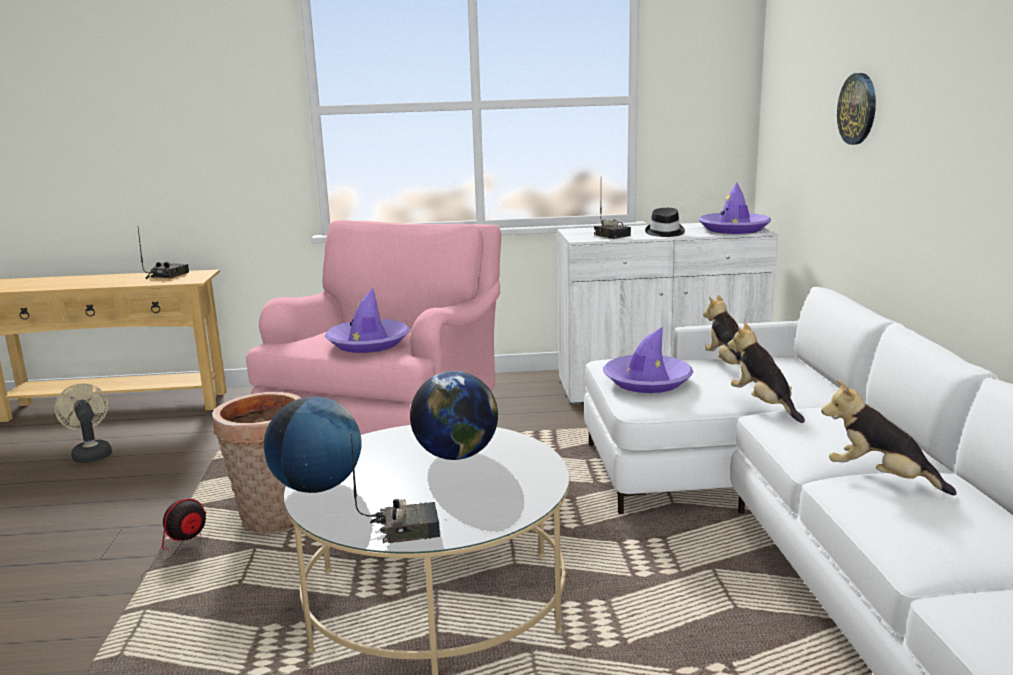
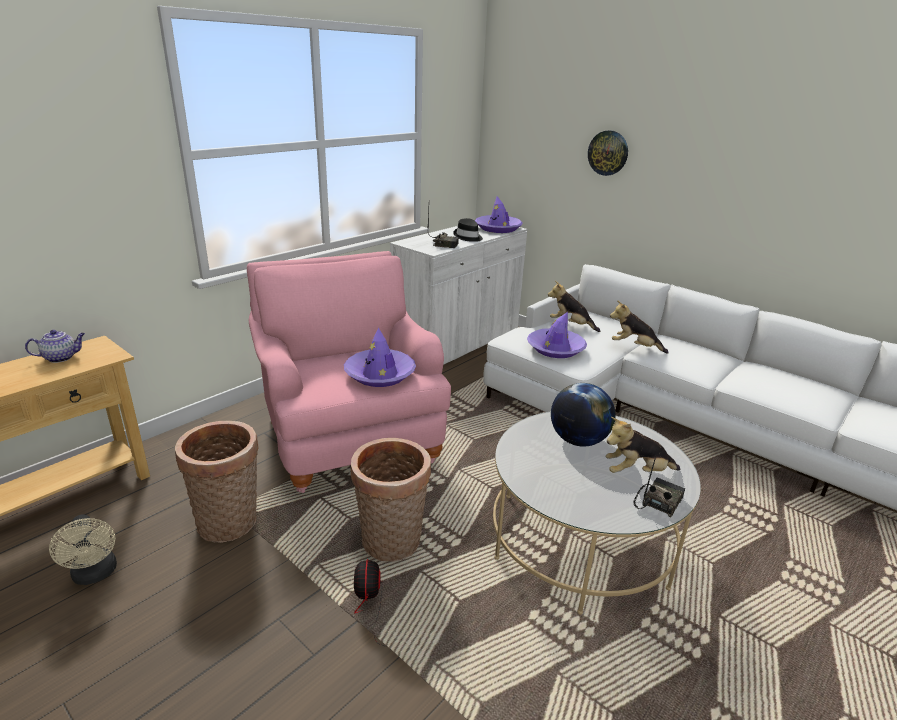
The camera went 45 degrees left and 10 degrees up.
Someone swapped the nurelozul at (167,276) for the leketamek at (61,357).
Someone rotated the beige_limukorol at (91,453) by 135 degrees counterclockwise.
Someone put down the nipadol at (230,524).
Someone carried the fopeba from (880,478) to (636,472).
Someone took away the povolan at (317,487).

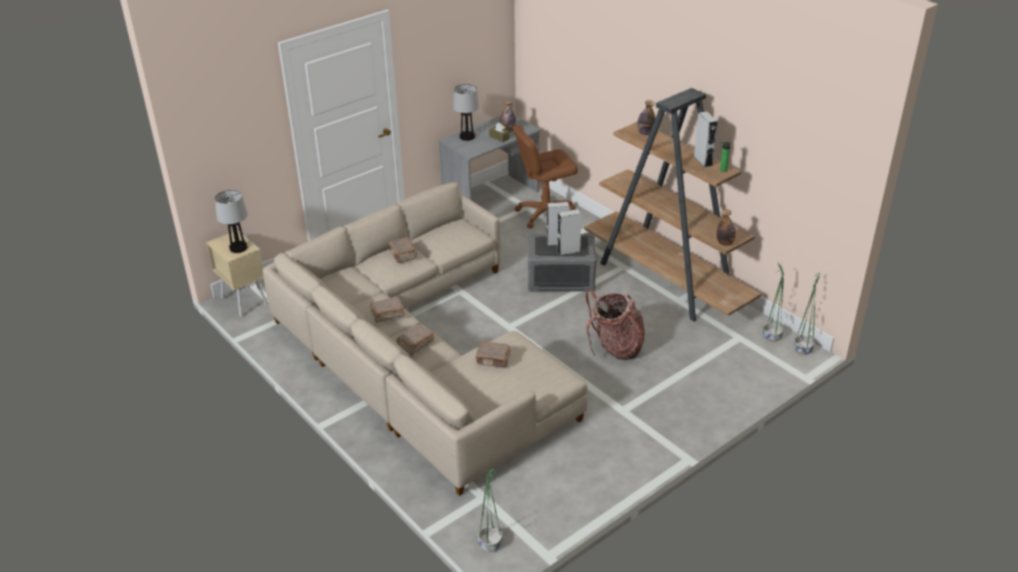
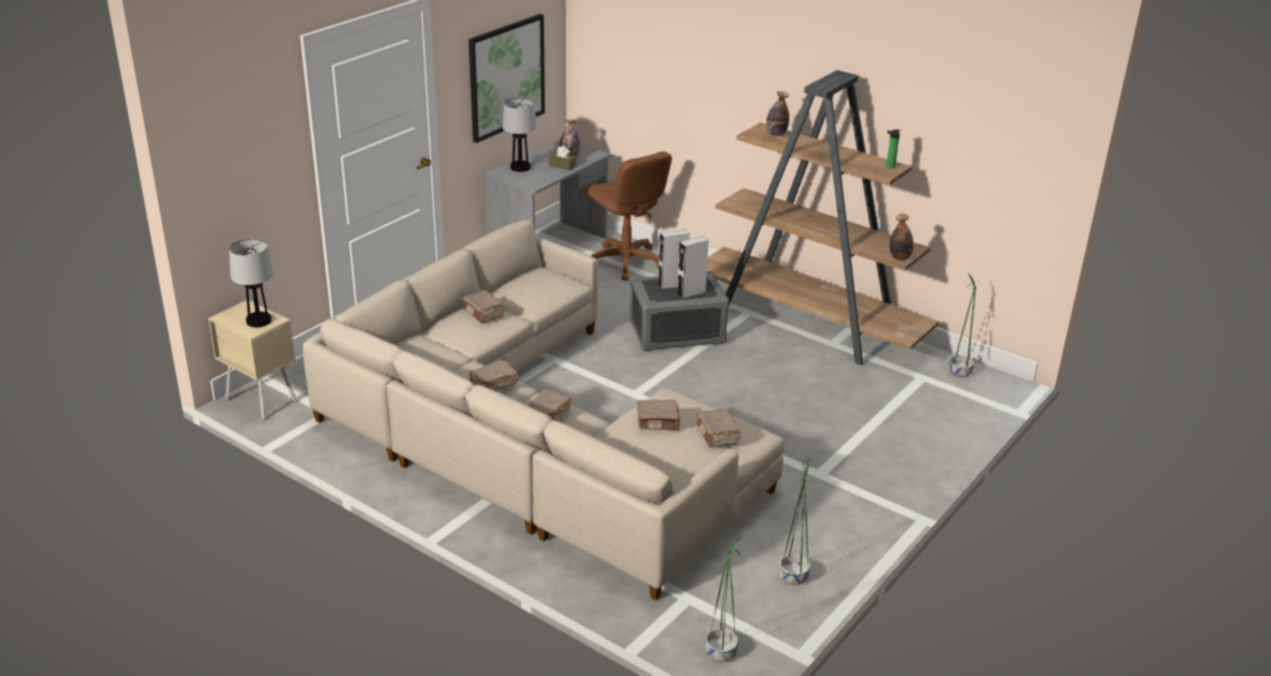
The camera went 15 degrees left and 5 degrees down.
Someone put up the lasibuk at (506,77).
Someone rotated the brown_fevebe at (545,214) by 90 degrees counterclockwise.
Someone put down the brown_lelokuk at (717,435).
Someone carried the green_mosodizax from (802,349) to (793,576).
Someone took away the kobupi at (615,347).
Someone took away the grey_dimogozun at (703,161).

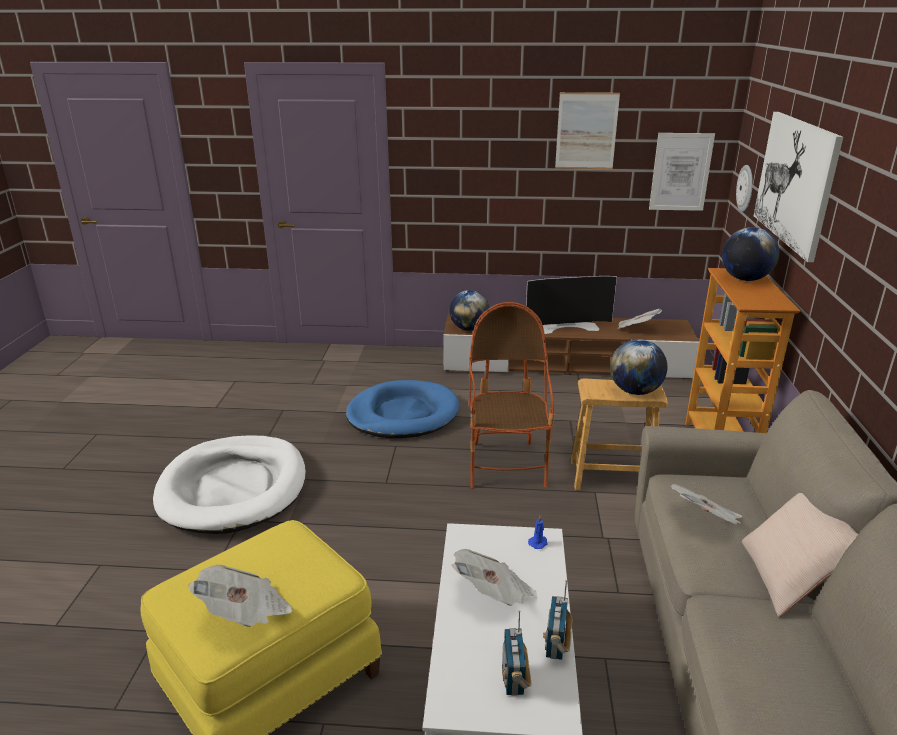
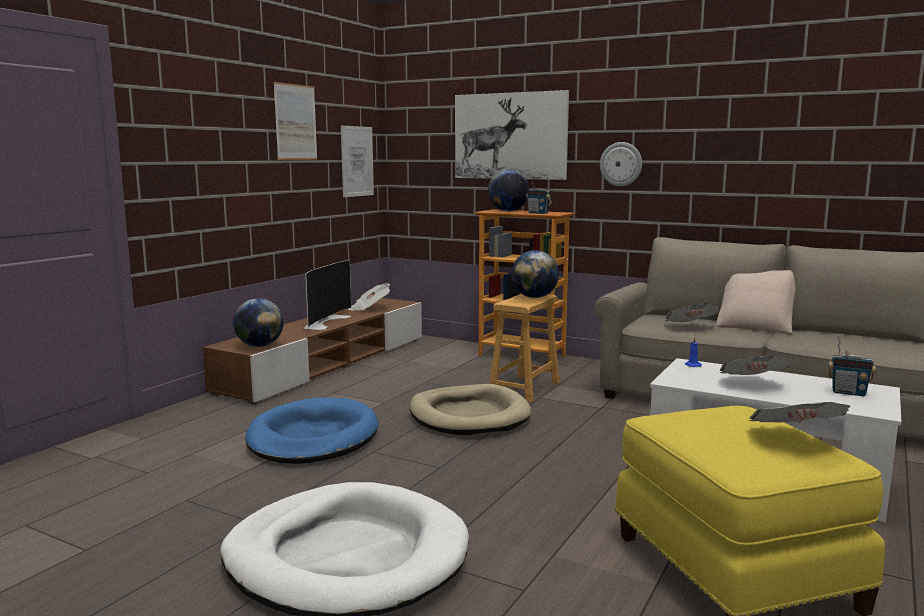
The camera went 65 degrees left and 15 degrees down.
Someone swapped the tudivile at (506,465) for the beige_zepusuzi at (469,415).
Someone carried the nurelozul from (556,645) to (538,213).
Someone carried the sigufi from (746,188) to (621,164).

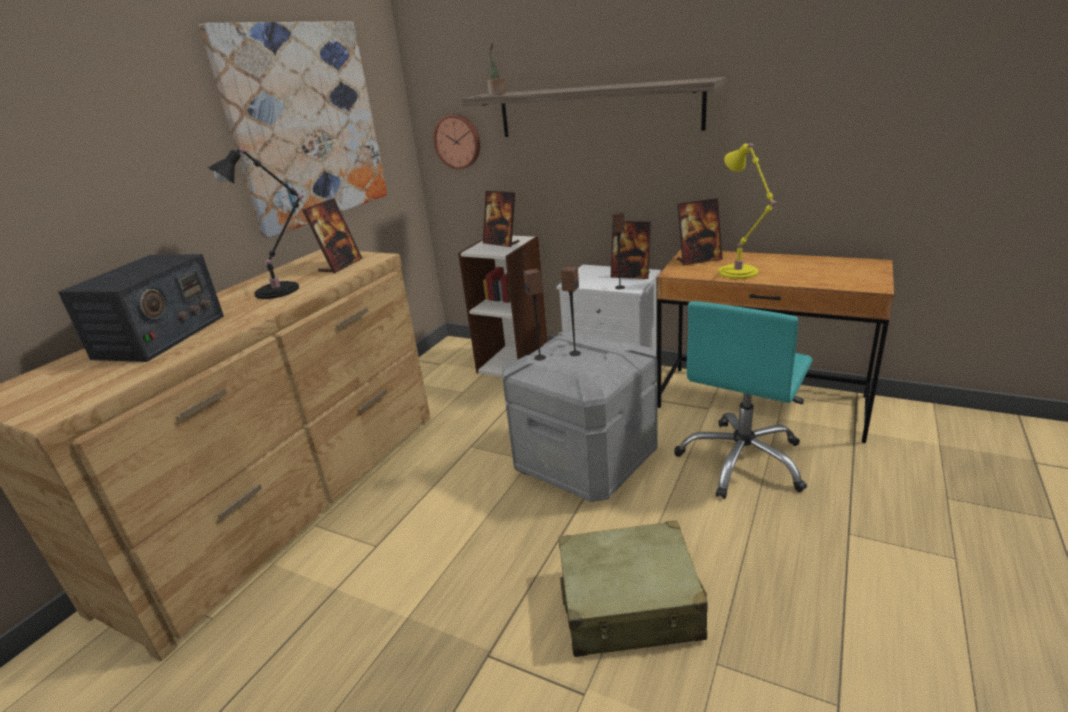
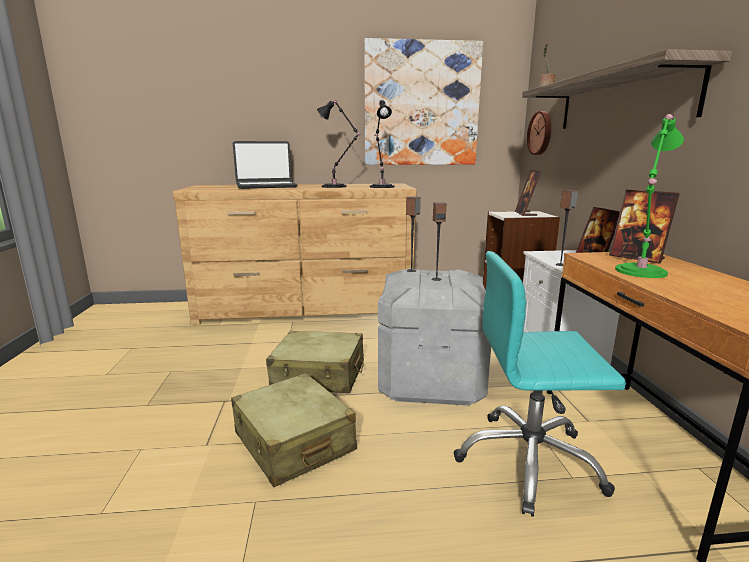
The camera went 55 degrees right and 10 degrees down.
Someone swapped the nurelozul at (160,337) for the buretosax at (266,186).
Someone put down the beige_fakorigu at (319,375).
Someone swapped the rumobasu at (340,265) for the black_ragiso at (381,186).
Someone repainted the yellow_ragiso at (740,273), which became the green_ragiso at (639,272).

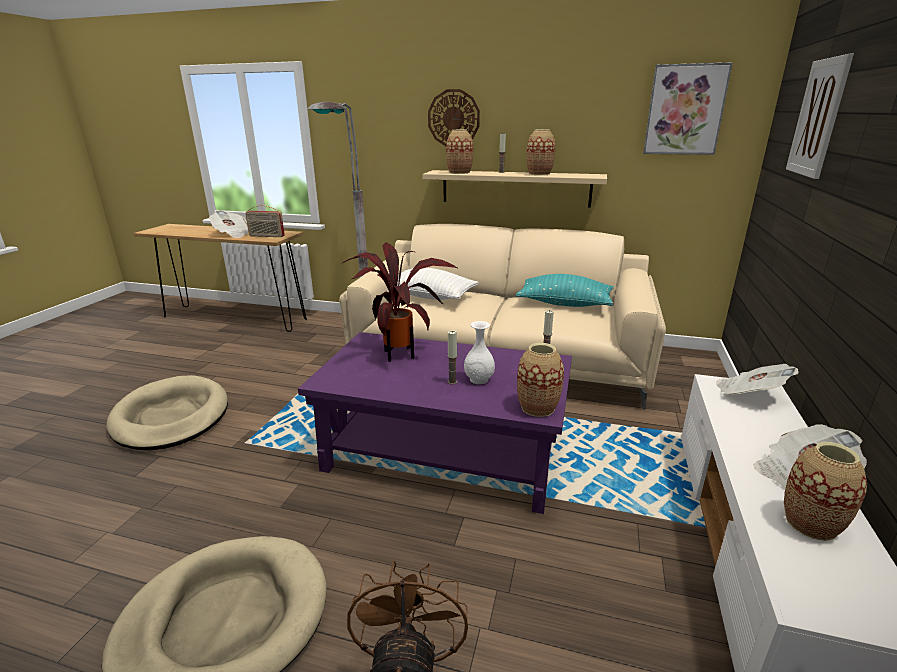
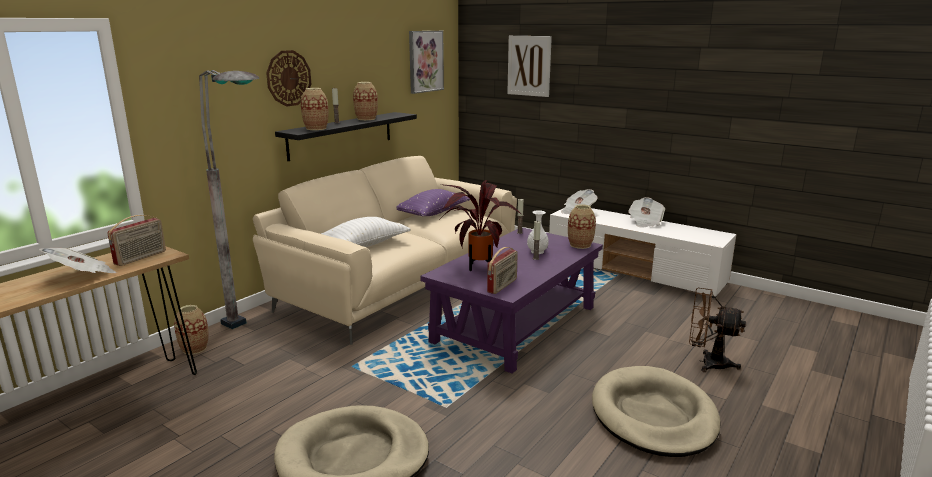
The camera went 70 degrees left and 5 degrees down.
Someone carried the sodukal from (810,523) to (194,348).
Someone repainted the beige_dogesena at (515,188), which became the black_dogesena at (341,135).
Someone repainted the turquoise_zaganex at (564,304), which became the purple_zaganex at (432,213).
Someone put down the nurelozul at (502,286).

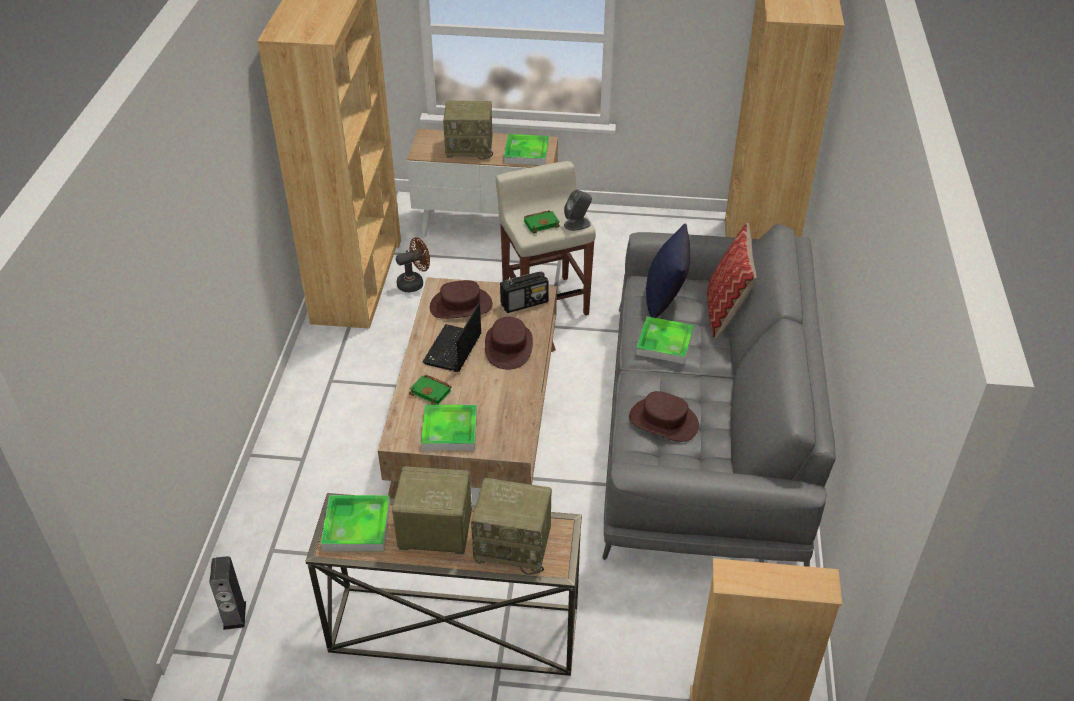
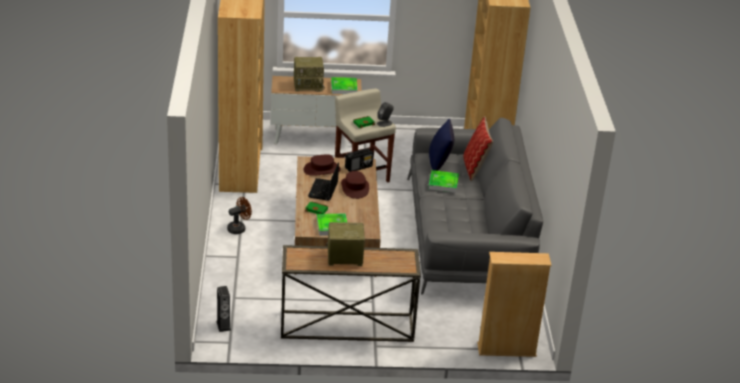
The camera went 10 degrees left and 10 degrees down.
Someone carried the brown_limukorol from (414,283) to (239,228).
Someone took away the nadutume at (356,526).
Someone took away the nurelozul at (514,545).
Someone took away the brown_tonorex at (663,421).

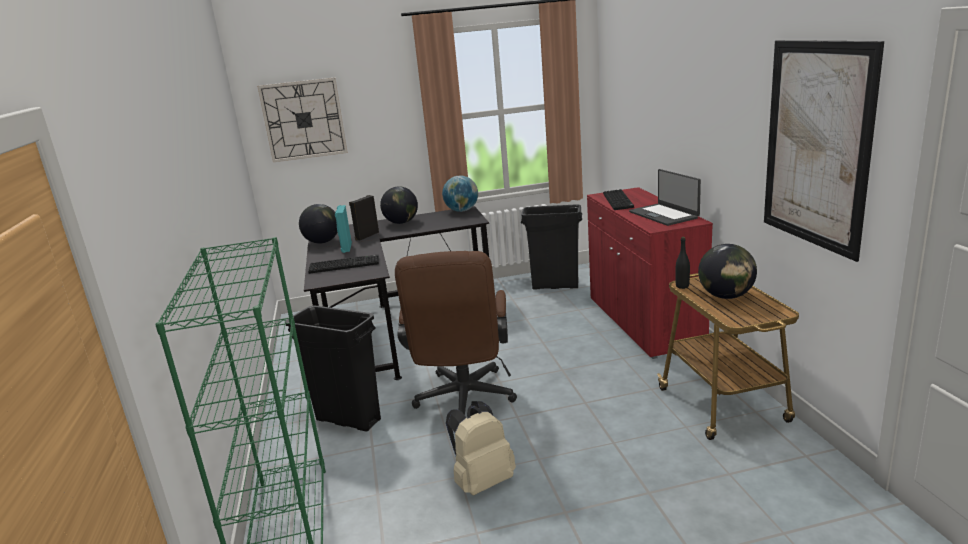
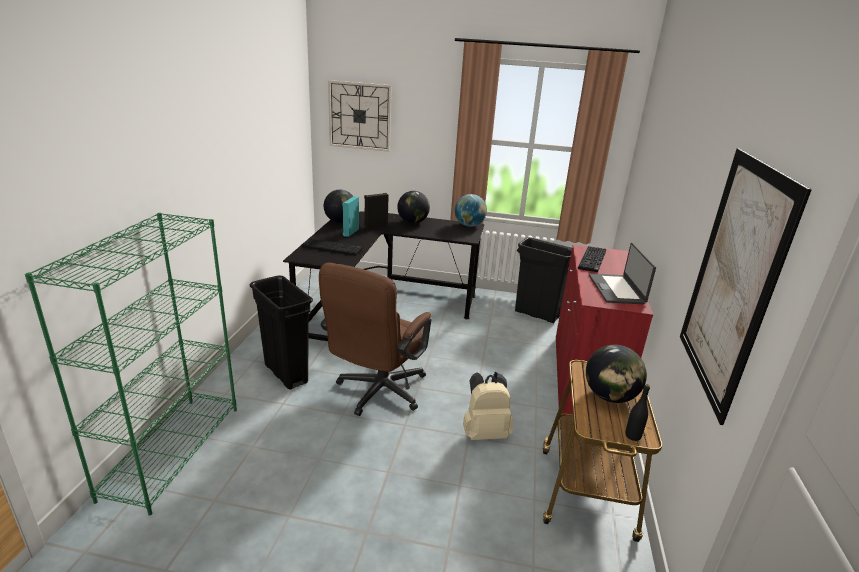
The camera went 20 degrees right and 5 degrees up.
Someone carried the beige_kobupi from (482,481) to (484,432).
Someone carried the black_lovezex from (682,286) to (633,436).

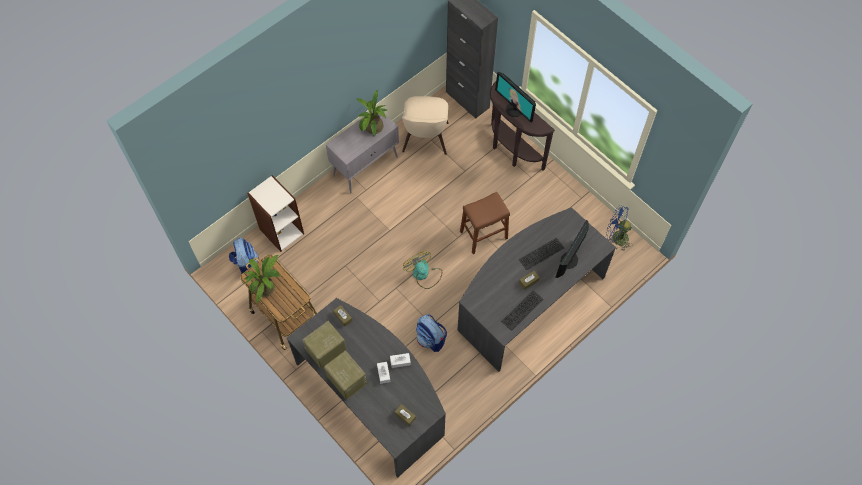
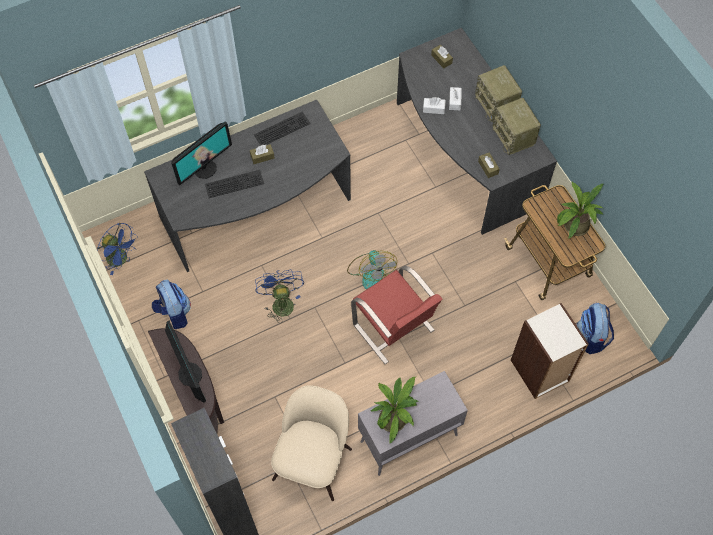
The camera went 165 degrees left and 0 degrees up.
Someone carried the kobupi from (431,339) to (174,313).
Someone swapped the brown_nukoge at (483,235) for the blue_limukorol at (281,302).
Someone put down the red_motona at (394,329).
Someone rotated the nurelozul at (325,351) by 90 degrees clockwise.

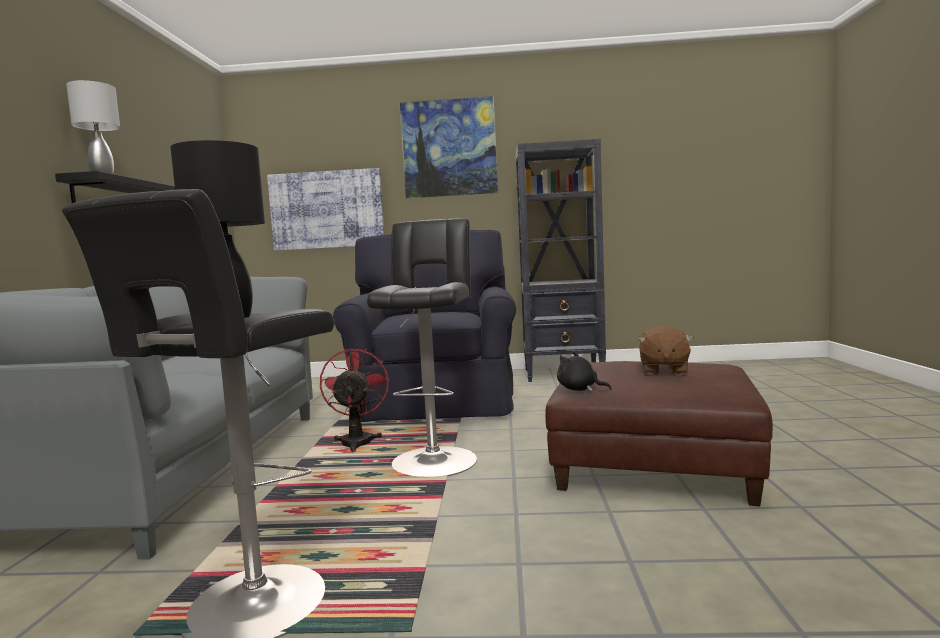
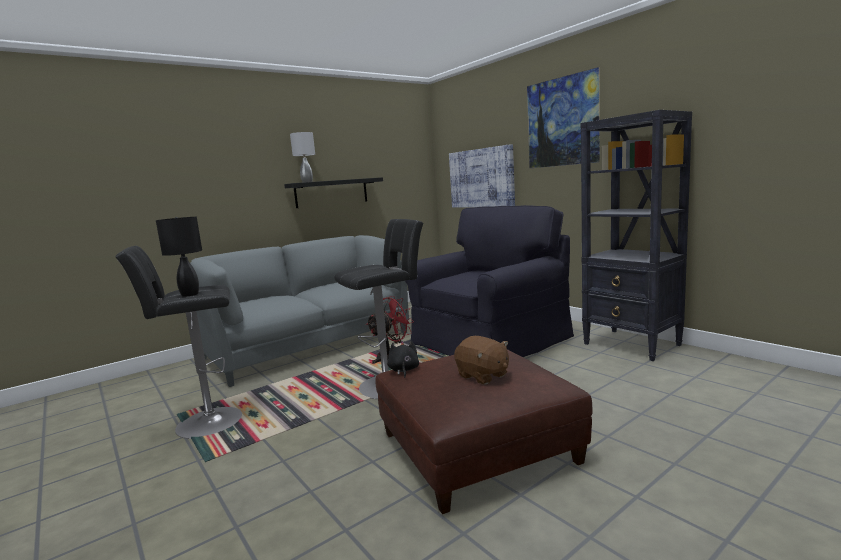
The camera went 50 degrees right and 5 degrees up.
Someone rotated the brown_fopeba at (663,371) by 105 degrees counterclockwise.

